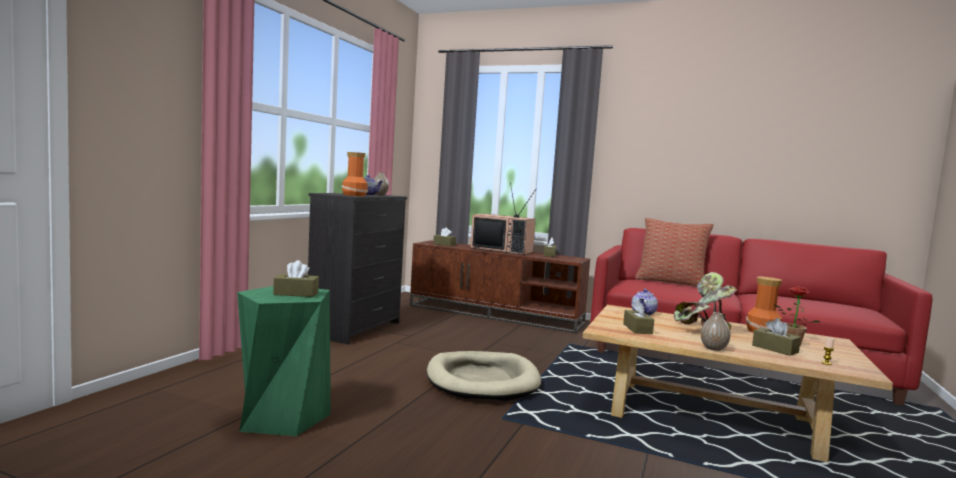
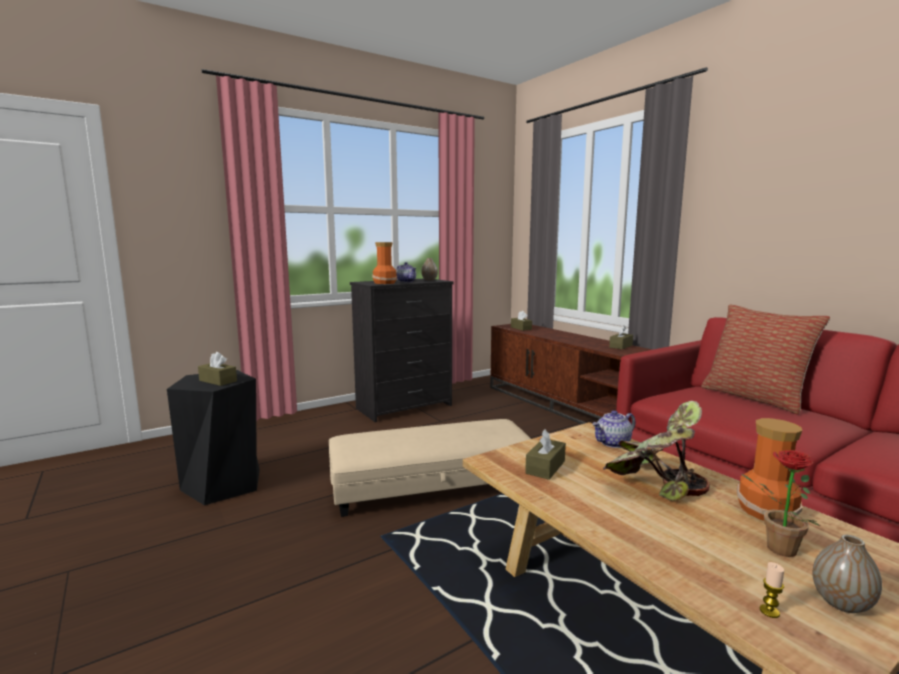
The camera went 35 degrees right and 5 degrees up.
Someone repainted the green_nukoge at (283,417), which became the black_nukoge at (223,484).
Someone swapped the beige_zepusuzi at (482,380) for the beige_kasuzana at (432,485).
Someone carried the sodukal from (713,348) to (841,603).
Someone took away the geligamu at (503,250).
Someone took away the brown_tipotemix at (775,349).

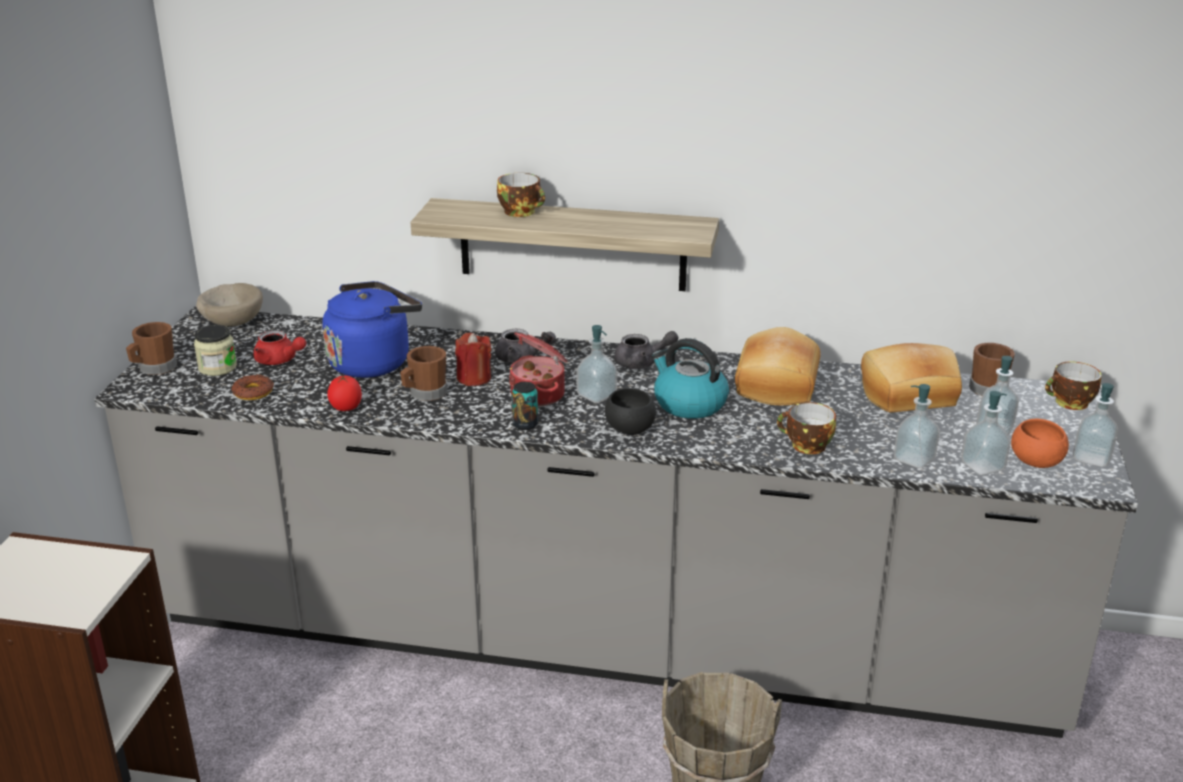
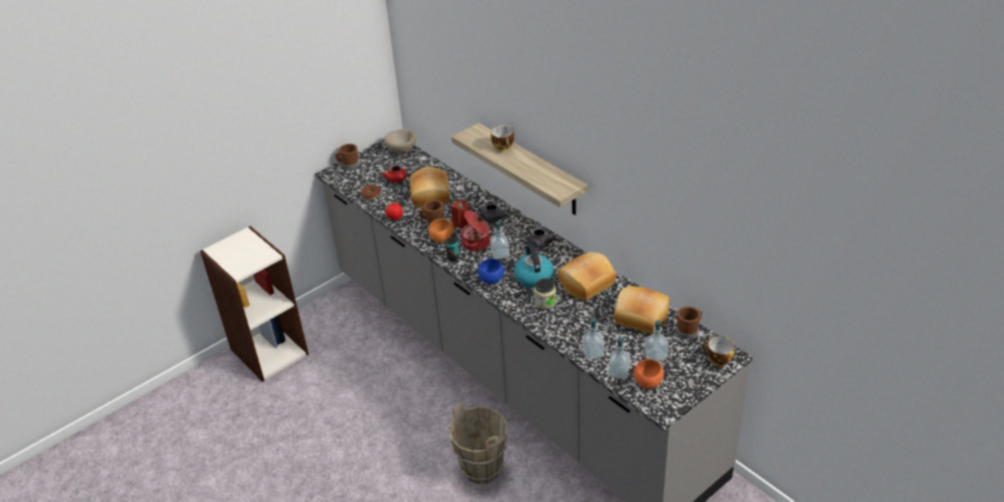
The camera went 40 degrees right and 10 degrees up.
Someone swapped the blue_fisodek at (373,362) for the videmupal at (431,196).
Someone put down the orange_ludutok at (441,238).
Someone repainted the black_ludutok at (630,429), which became the blue_ludutok at (491,279).
Someone carried the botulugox from (217,367) to (545,302).
Someone took away the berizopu at (806,446).
Someone took away the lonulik at (1091,458).

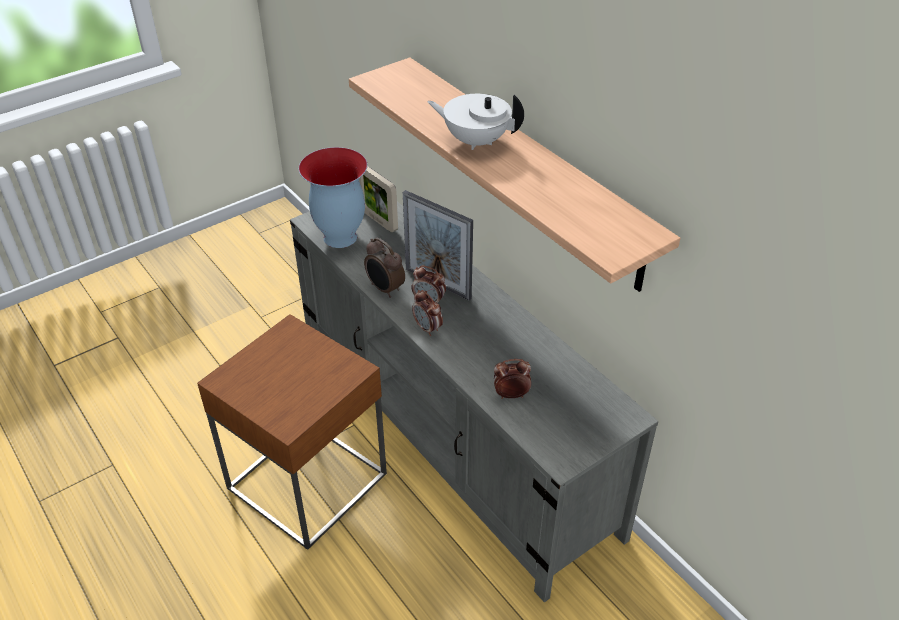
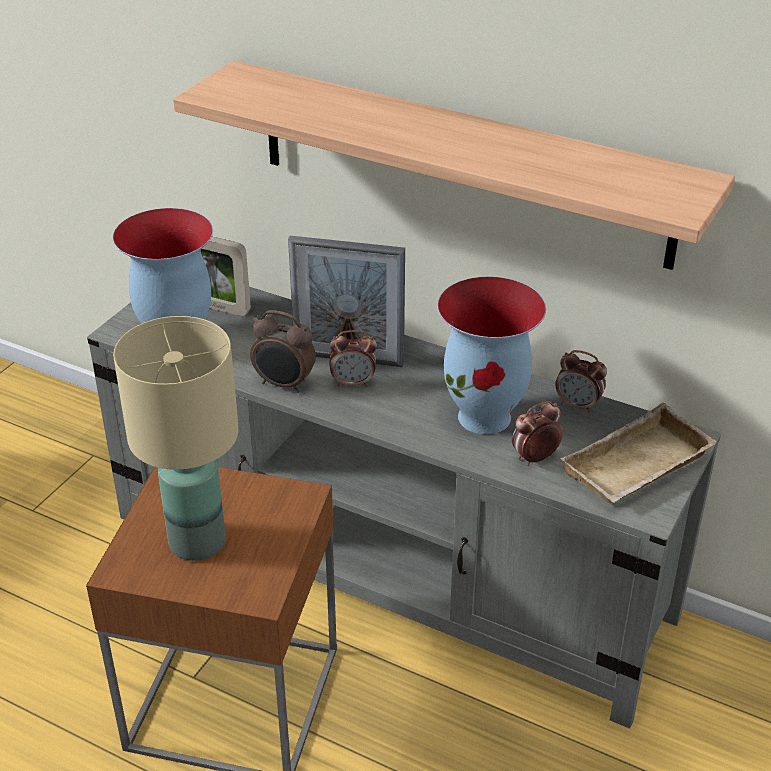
The camera went 25 degrees left and 5 degrees down.
Someone put down the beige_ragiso at (196,543).
Someone put down the sodukal at (486,417).
Someone carried the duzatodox from (427,328) to (578,405).
Someone put down the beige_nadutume at (638,468).
Someone took away the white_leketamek at (476,141).

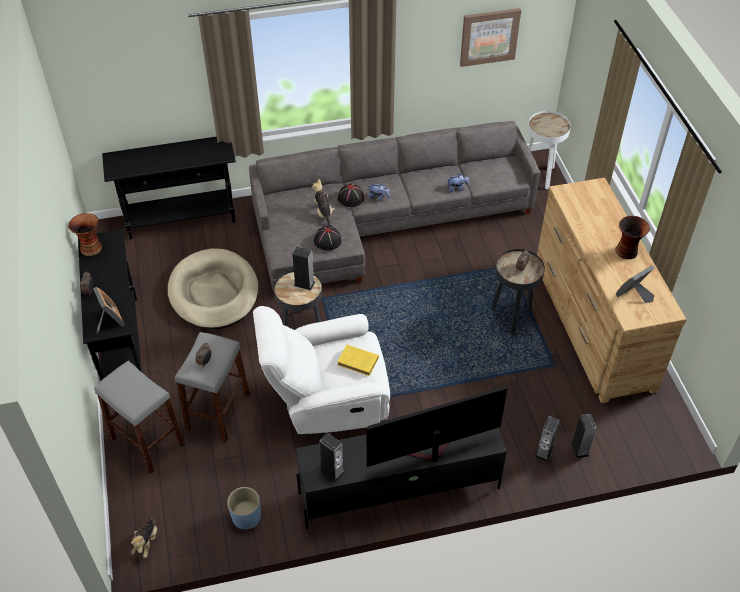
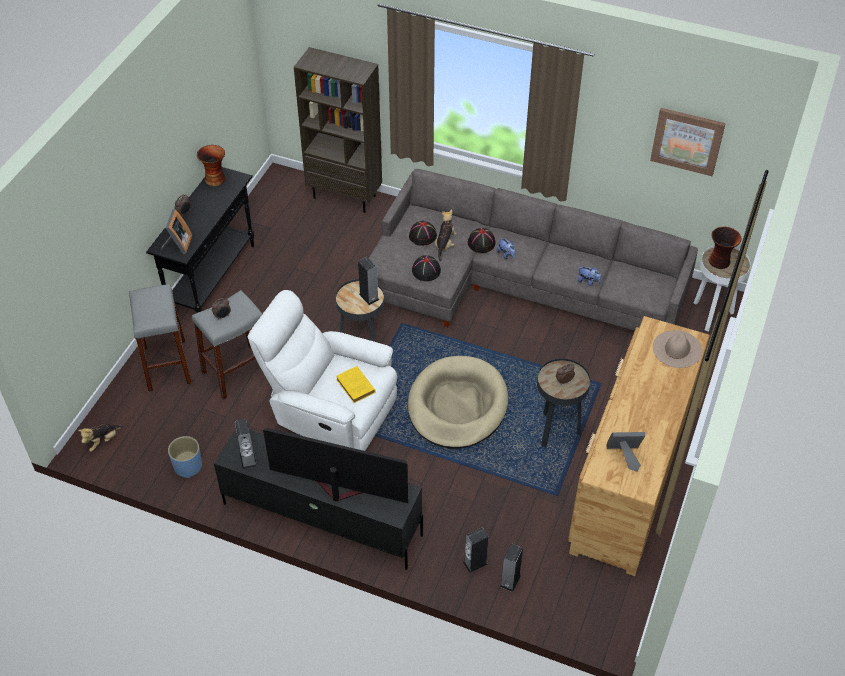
The camera went 35 degrees right and 0 degrees up.
Someone swapped the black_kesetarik at (181,219) for the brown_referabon at (345,196).
Someone carried the beige_zepusuzi from (214,292) to (457,405).
Someone put down the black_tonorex at (422,236).
Someone put down the beige_tonorex at (677,349).
Someone carried the sodukal from (627,251) to (720,261).

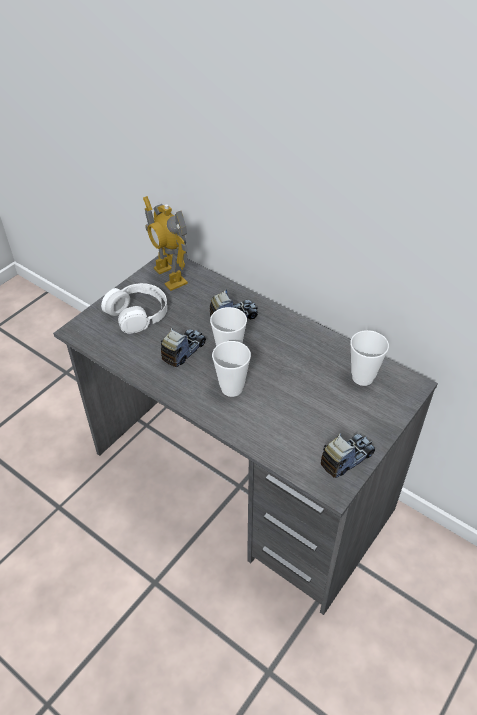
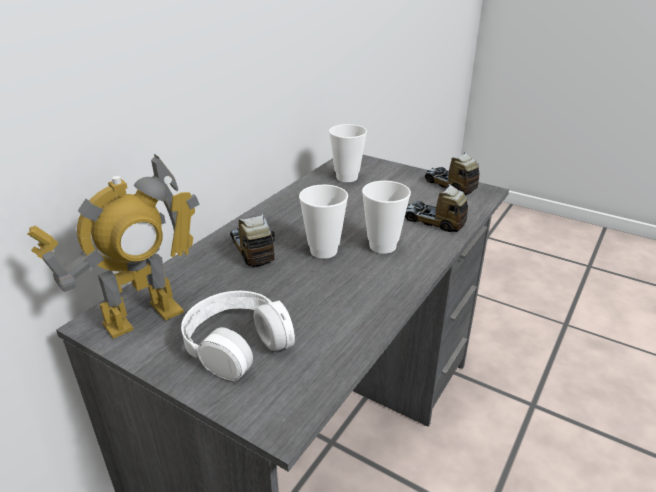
The camera went 95 degrees left and 15 degrees down.
Someone carried the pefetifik from (183,351) to (434,222).

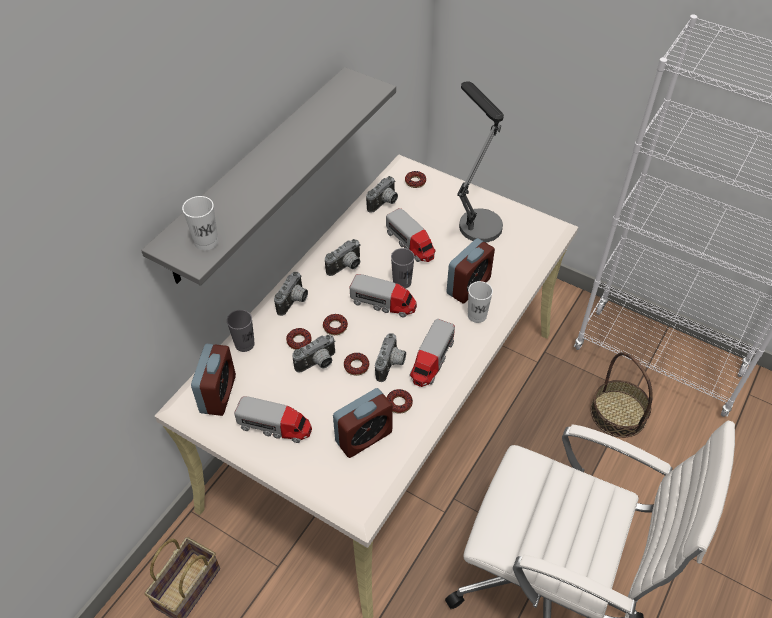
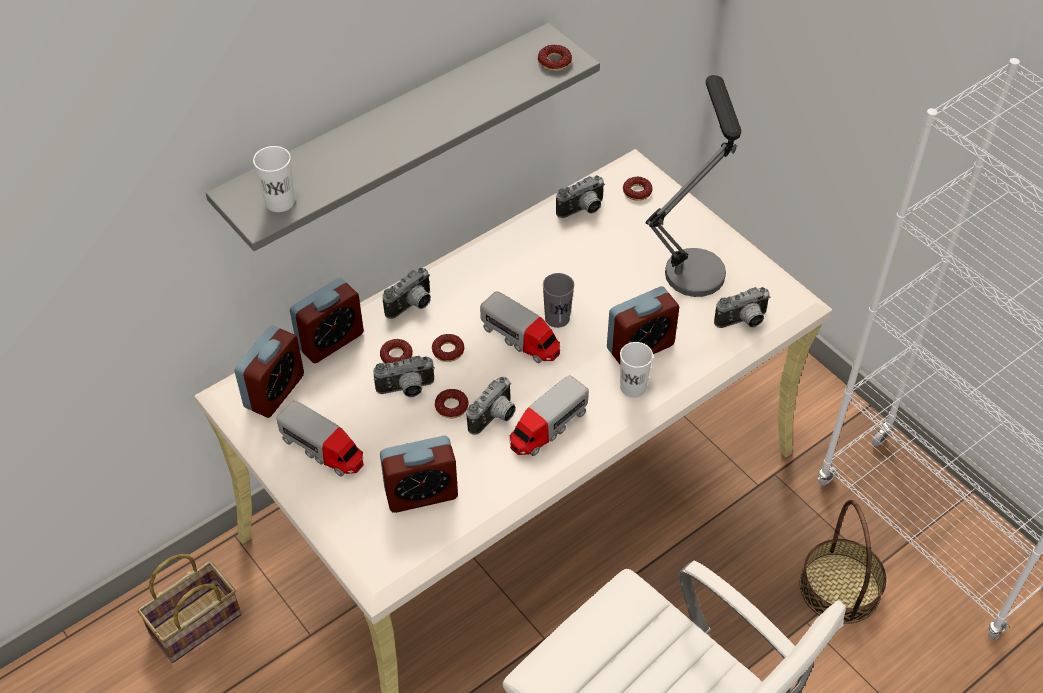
The camera went 20 degrees right and 0 degrees up.
Someone swapped the grey_berizopu at (244,344) for the duzatodox at (330,341).
Someone carried the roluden from (399,403) to (554,62).
Someone carried the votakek from (346,267) to (743,322).
Someone took away the pefetifik at (411,244).

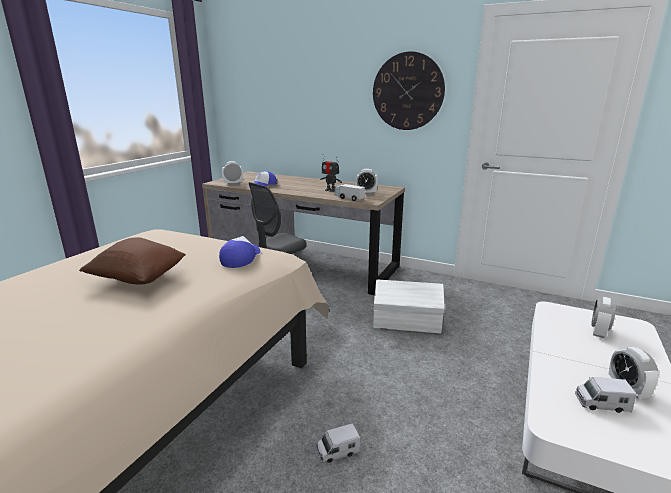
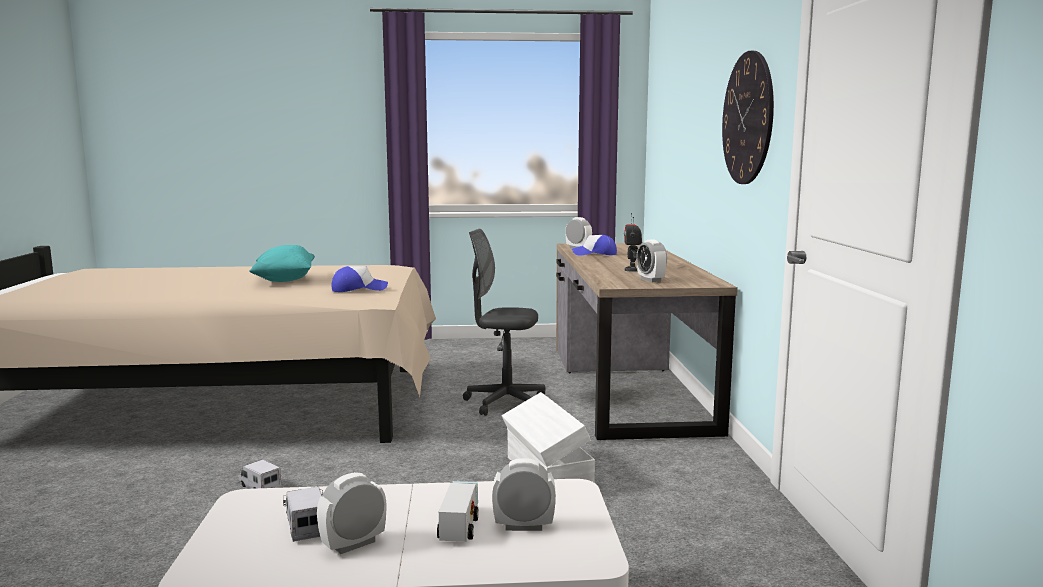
The camera went 60 degrees right and 10 degrees down.
Someone repainted the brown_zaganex at (138,279), which became the turquoise_zaganex at (284,280).
Someone carried the pefetifik from (349,198) to (459,525).

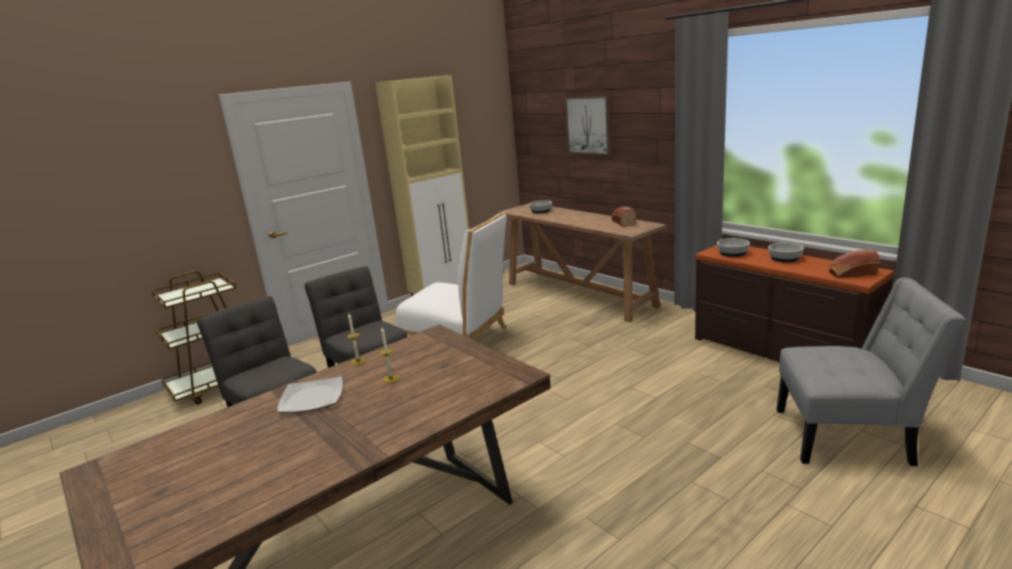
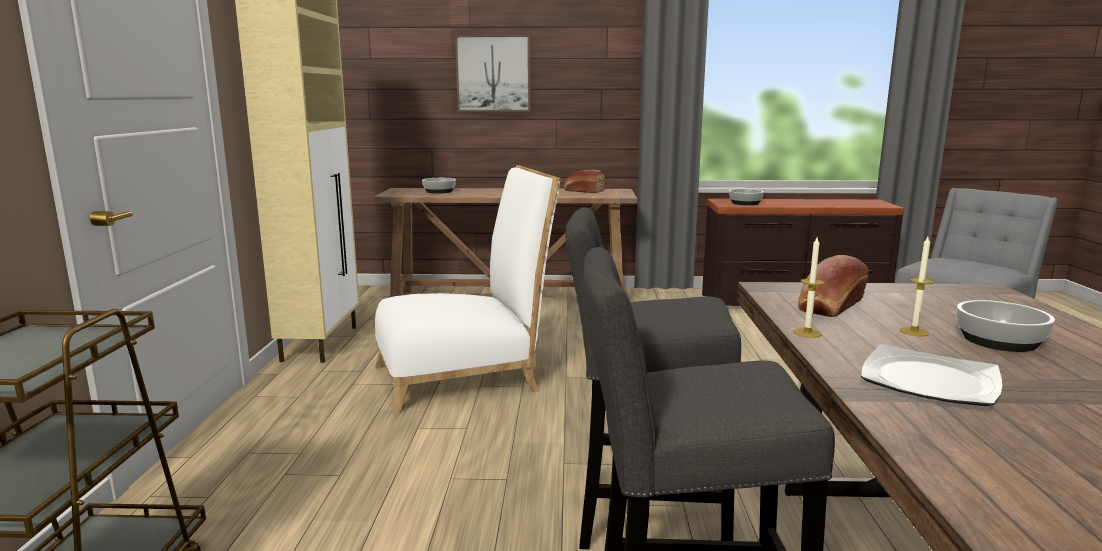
The camera went 50 degrees left and 5 degrees down.
Someone carried the videmupal from (851,274) to (829,306).
Someone carried the ludutok from (784,258) to (1000,341).

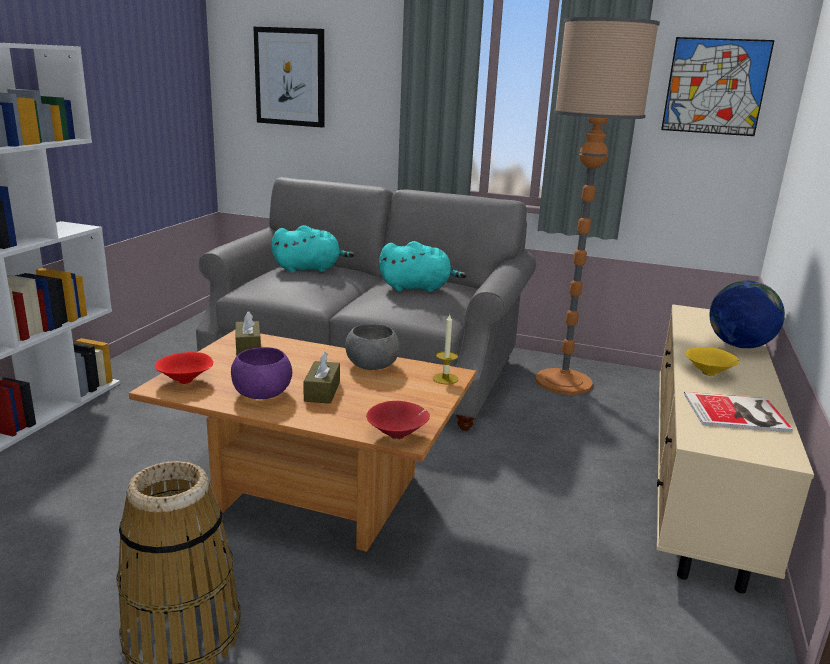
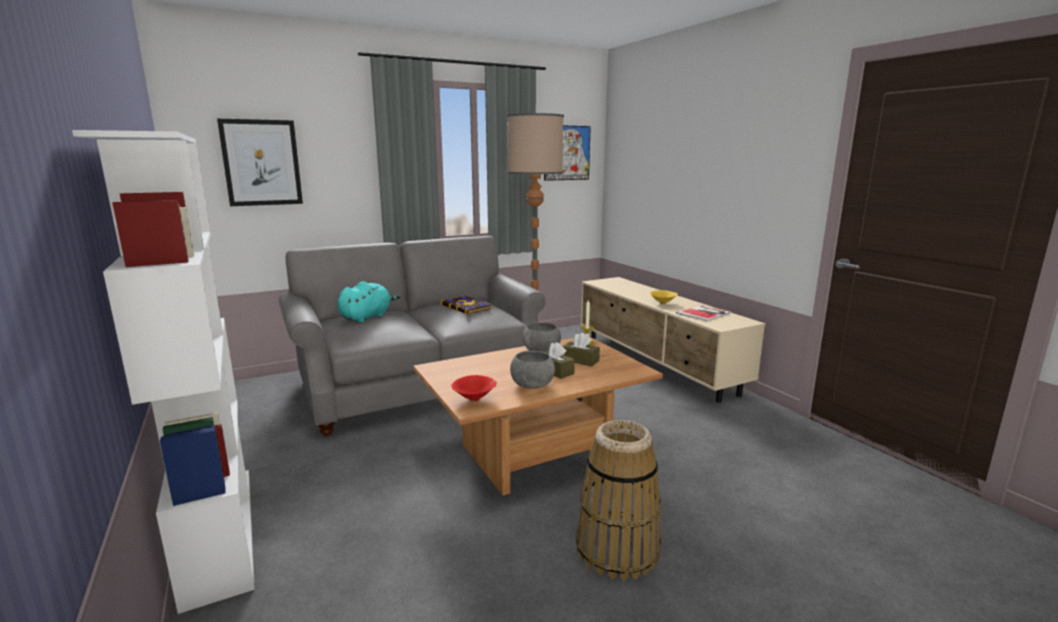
The camera went 45 degrees left and 5 degrees down.
Someone swapped the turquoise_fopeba at (418,288) for the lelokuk at (466,306).
Someone repainted the purple_ludutok at (262,394), which became the grey_ludutok at (532,385).
Someone carried the brown_tipotemix from (248,346) to (580,360).
Someone took away the red_ludutok at (398,435).
Someone took away the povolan at (739,346).

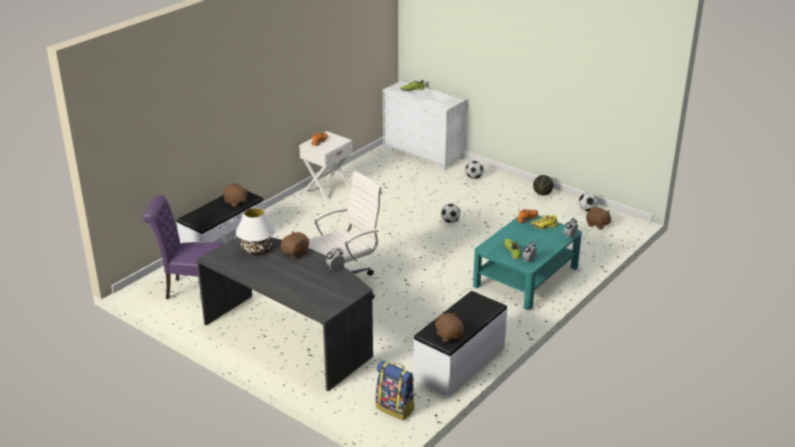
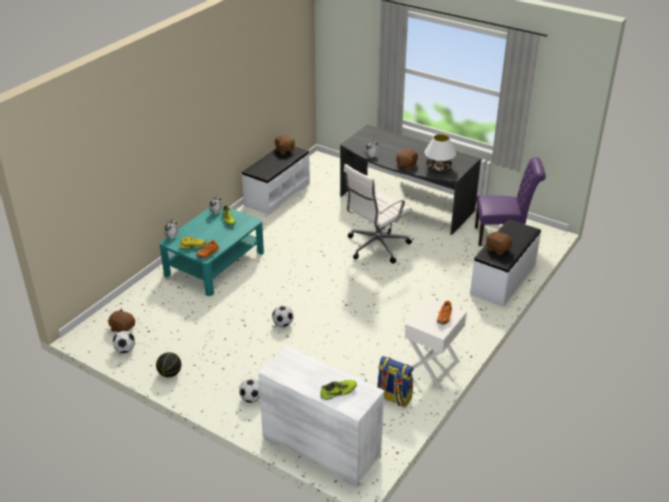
The camera went 175 degrees right and 5 degrees up.
Someone carried the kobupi from (395,408) to (393,397).

